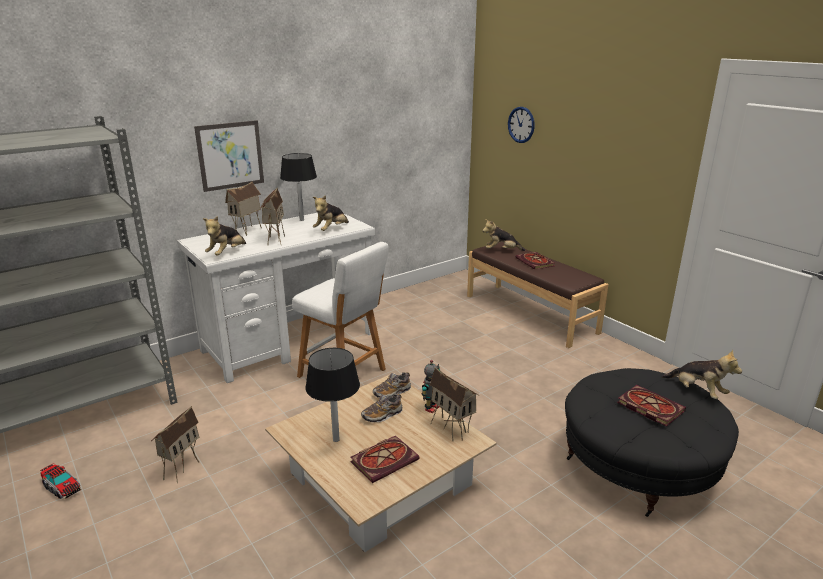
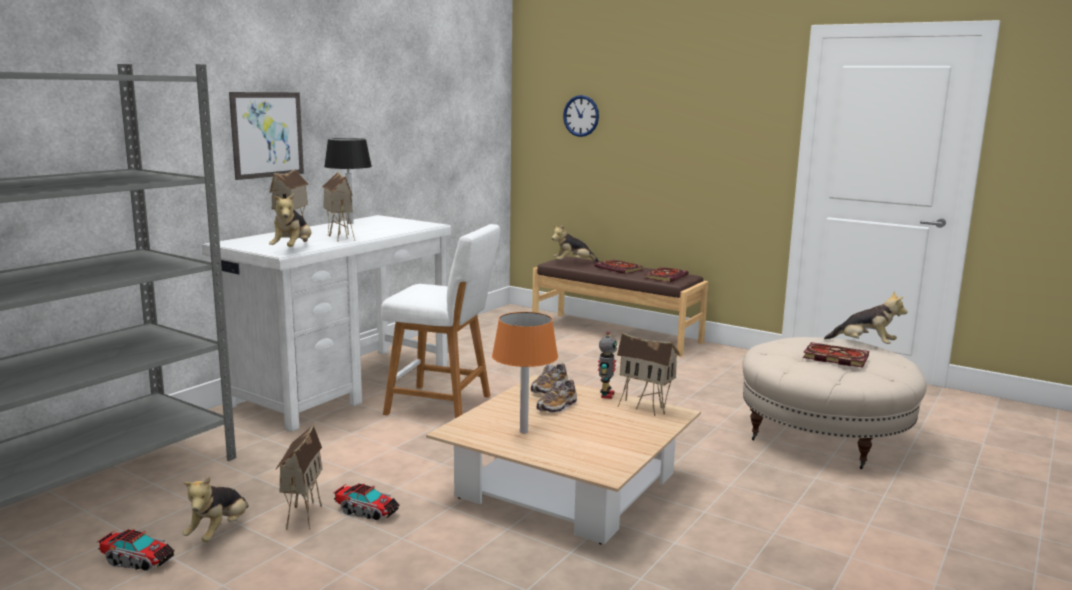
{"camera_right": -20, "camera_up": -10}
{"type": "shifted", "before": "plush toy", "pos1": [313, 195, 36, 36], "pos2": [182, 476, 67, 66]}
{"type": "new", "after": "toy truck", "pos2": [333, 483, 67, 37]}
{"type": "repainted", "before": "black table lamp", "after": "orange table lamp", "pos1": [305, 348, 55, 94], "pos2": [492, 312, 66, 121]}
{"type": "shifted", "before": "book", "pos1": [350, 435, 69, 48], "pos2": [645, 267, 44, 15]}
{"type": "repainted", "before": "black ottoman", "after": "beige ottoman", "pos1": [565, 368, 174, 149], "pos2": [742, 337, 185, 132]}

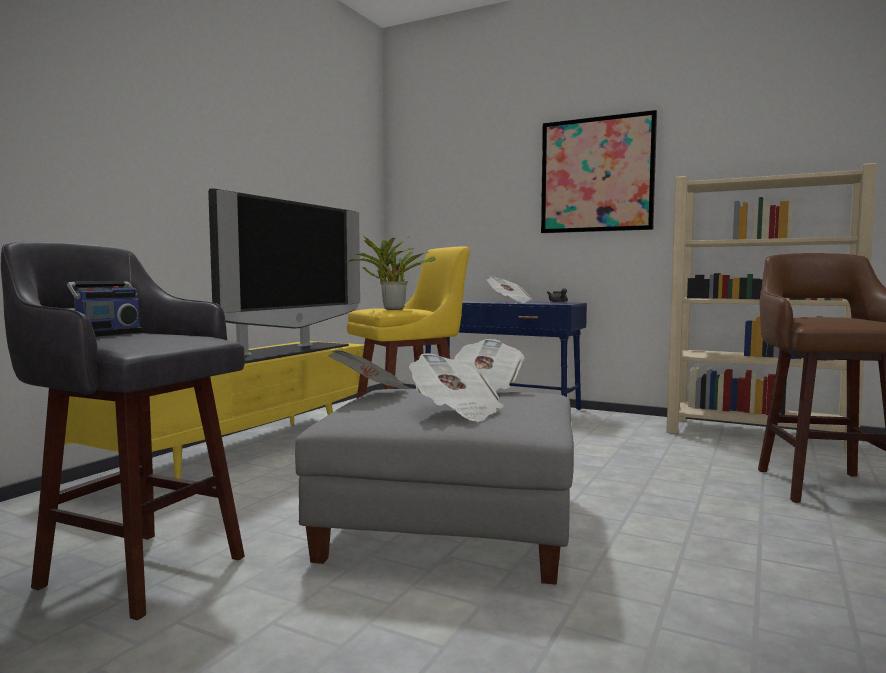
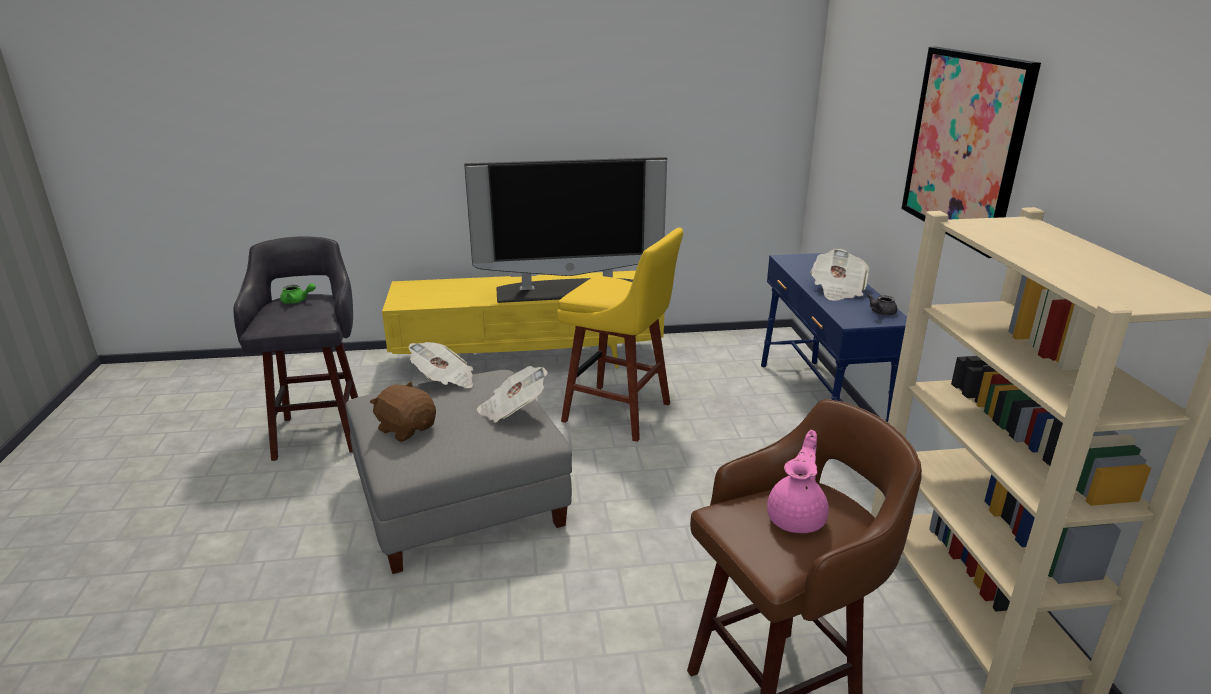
{"camera_right": 55, "camera_up": 20}
{"type": "swapped", "before": "radio", "after": "green teapot", "pos1": [67, 254, 76, 83], "pos2": [280, 283, 36, 21]}
{"type": "swapped", "before": "newspaper", "after": "brown plush toy", "pos1": [409, 353, 95, 69], "pos2": [370, 381, 66, 61]}
{"type": "new", "after": "pink teapot", "pos2": [767, 430, 62, 103]}
{"type": "gone", "before": "potted plant", "pos1": [346, 234, 90, 76]}

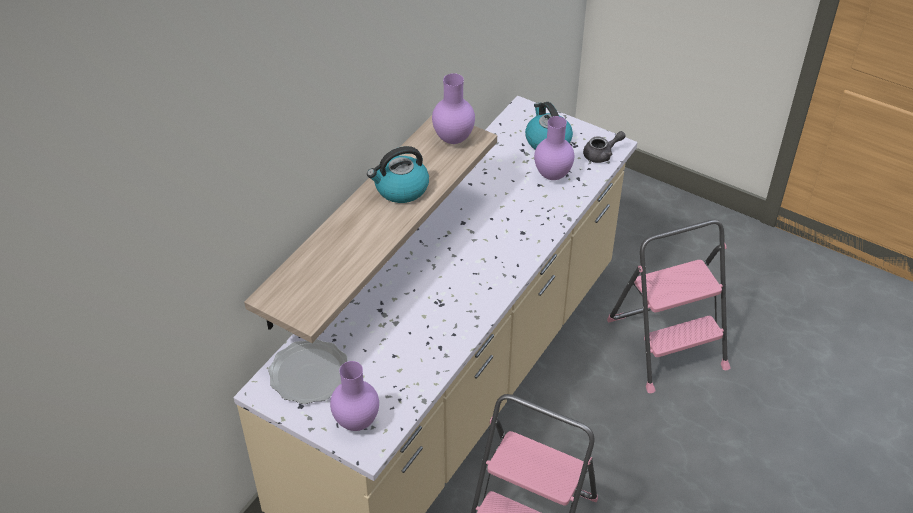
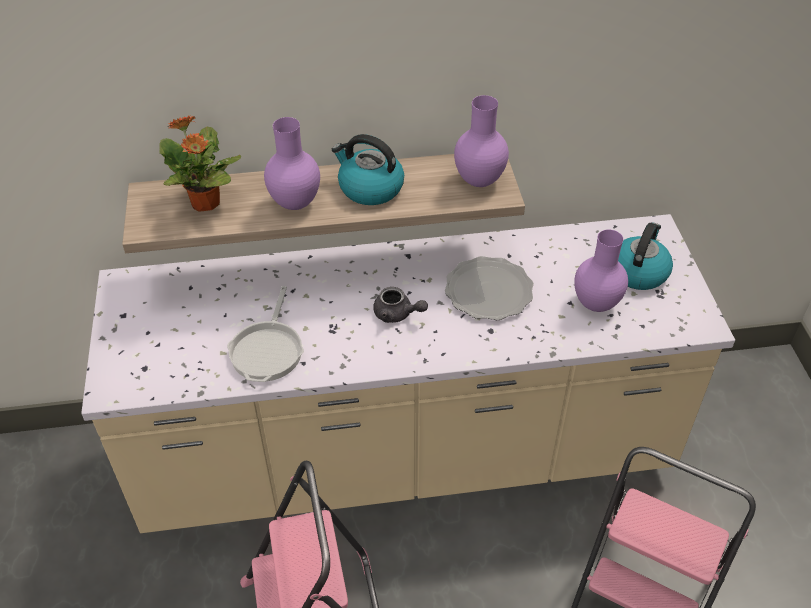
{"camera_right": 50, "camera_up": 0}
{"type": "new", "after": "potted plant", "pos2": [159, 116, 82, 96]}
{"type": "new", "after": "frying pan", "pos2": [227, 286, 77, 96]}
{"type": "shifted", "before": "purple vase", "pos1": [330, 361, 49, 70], "pos2": [264, 117, 56, 93]}
{"type": "shifted", "before": "grey teapot", "pos1": [583, 131, 43, 32], "pos2": [373, 287, 55, 36]}
{"type": "shifted", "before": "plate", "pos1": [268, 339, 80, 65], "pos2": [445, 256, 89, 64]}

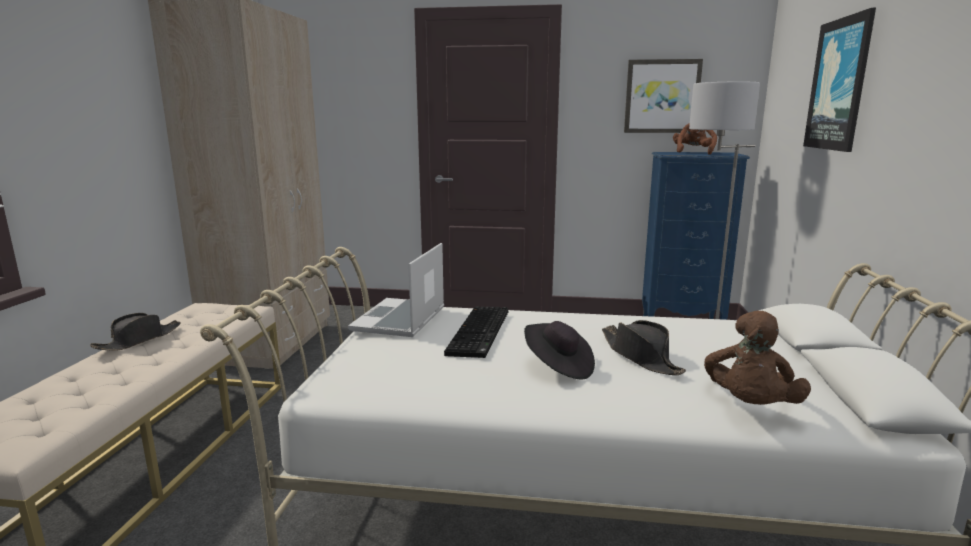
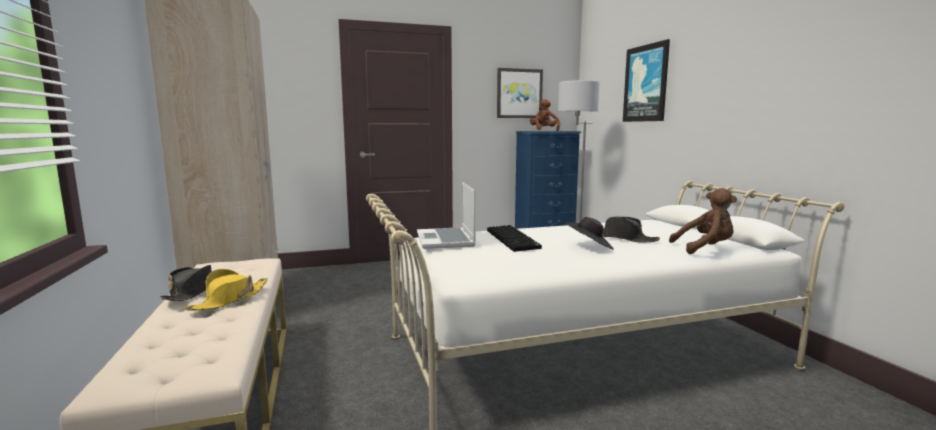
{"camera_right": -25, "camera_up": -5}
{"type": "new", "after": "yellow hat", "pos2": [185, 269, 83, 42]}
{"type": "rotated", "before": "brown plush toy", "pos1": [704, 310, 107, 95], "pos2": [669, 188, 68, 66], "turn": -90}

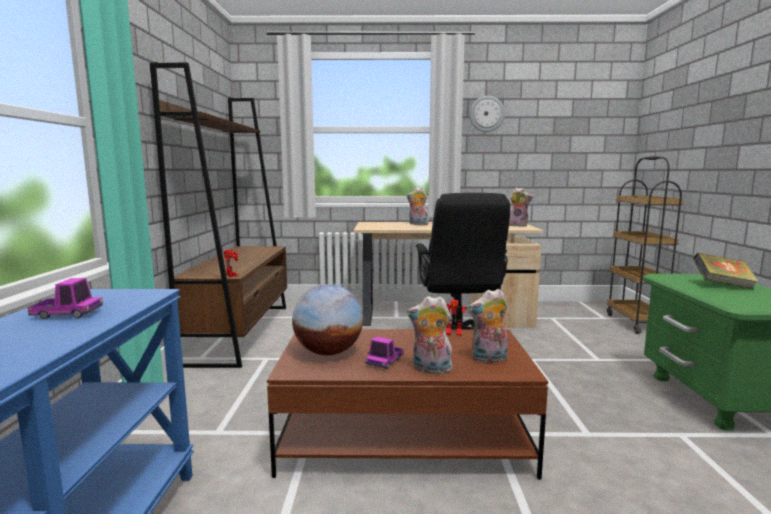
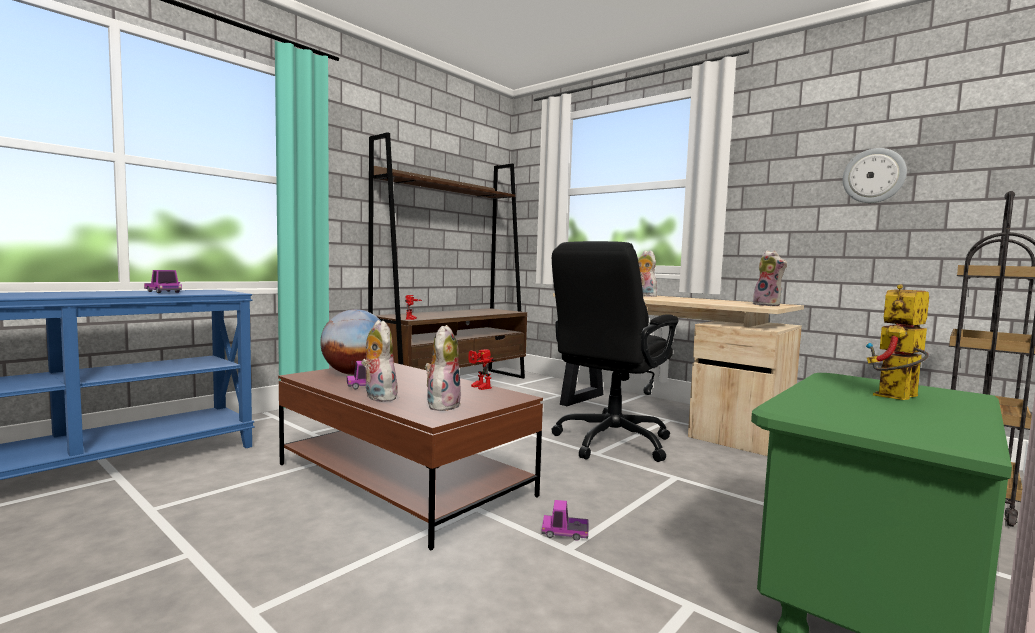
{"camera_right": 40, "camera_up": -5}
{"type": "rotated", "before": "plush toy", "pos1": [468, 289, 40, 74], "pos2": [425, 325, 36, 86], "turn": 75}
{"type": "new", "after": "toy truck", "pos2": [542, 500, 46, 41]}
{"type": "shifted", "before": "wall clock", "pos1": [470, 96, 35, 36], "pos2": [843, 148, 64, 55]}
{"type": "swapped", "before": "book", "after": "toy robot", "pos1": [693, 253, 66, 36], "pos2": [866, 284, 63, 116]}

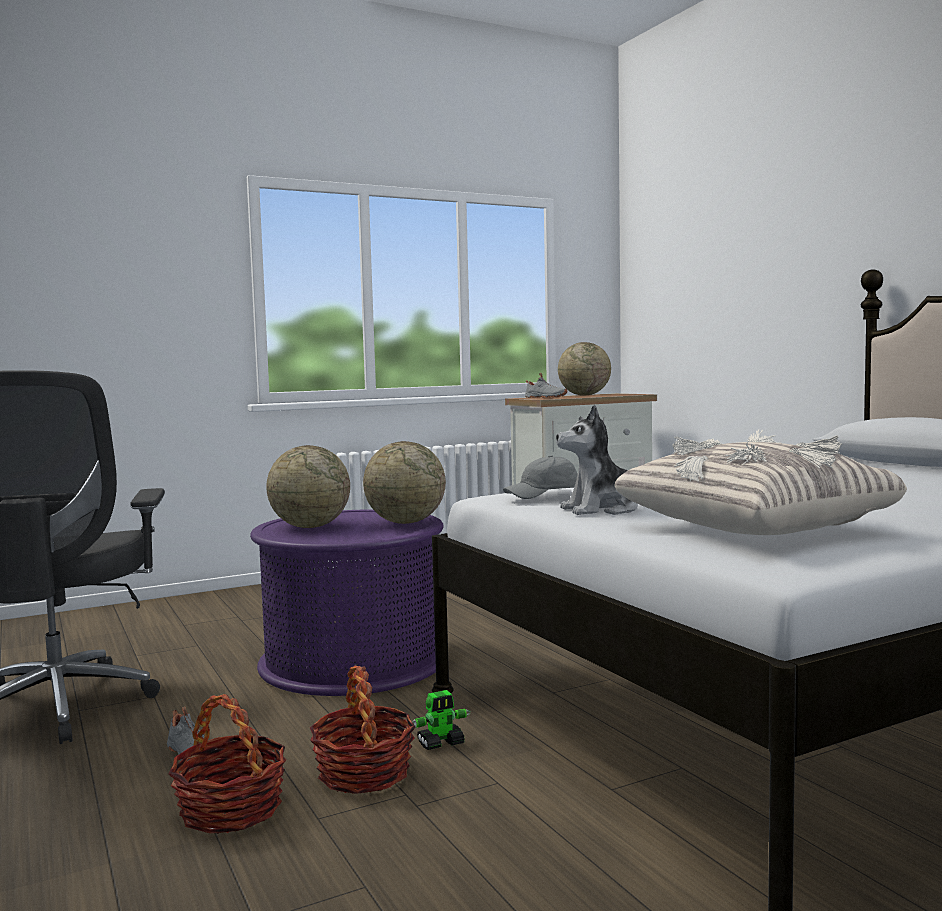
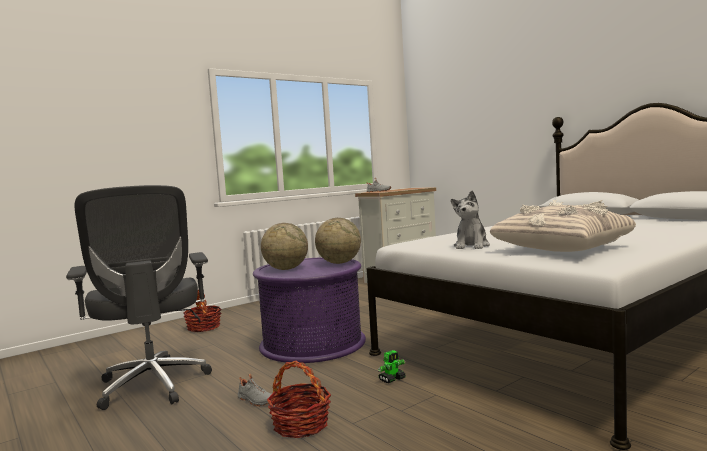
{"camera_right": -10, "camera_up": 0}
{"type": "shifted", "before": "basket", "pos1": [310, 666, 106, 128], "pos2": [183, 290, 39, 42]}
{"type": "rotated", "before": "plush toy", "pos1": [556, 404, 82, 111], "pos2": [451, 191, 39, 58], "turn": -45}
{"type": "gone", "before": "grey cap", "pos1": [503, 455, 74, 44]}
{"type": "gone", "before": "globe", "pos1": [558, 342, 53, 53]}

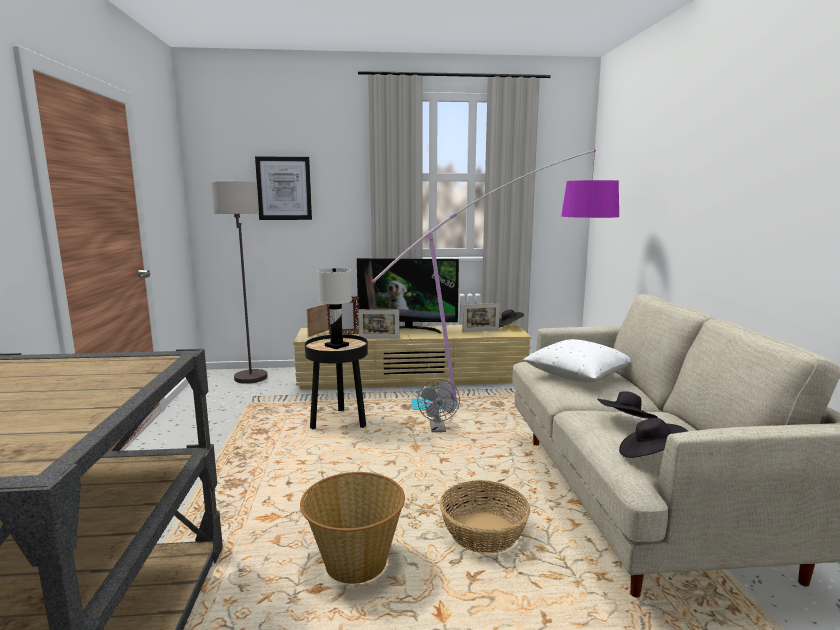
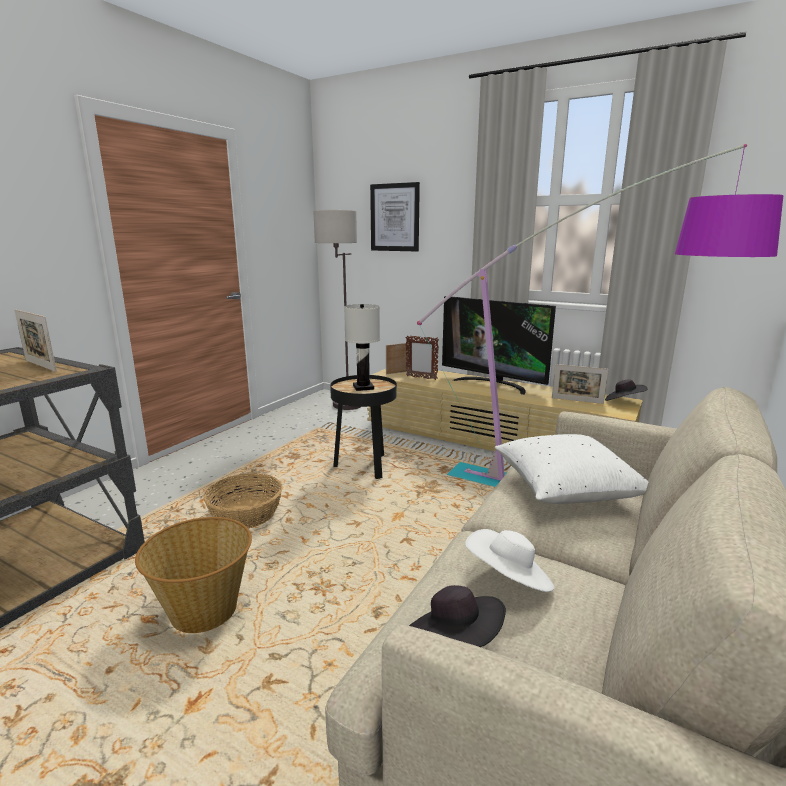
{"camera_right": 35, "camera_up": 5}
{"type": "shifted", "before": "picture frame", "pos1": [358, 310, 42, 29], "pos2": [14, 309, 43, 63]}
{"type": "shifted", "before": "basket", "pos1": [440, 480, 90, 74], "pos2": [203, 473, 79, 56]}
{"type": "repainted", "before": "black hat", "after": "white hat", "pos1": [597, 392, 61, 27], "pos2": [465, 529, 89, 63]}
{"type": "gone", "before": "grey fan", "pos1": [418, 379, 42, 53]}

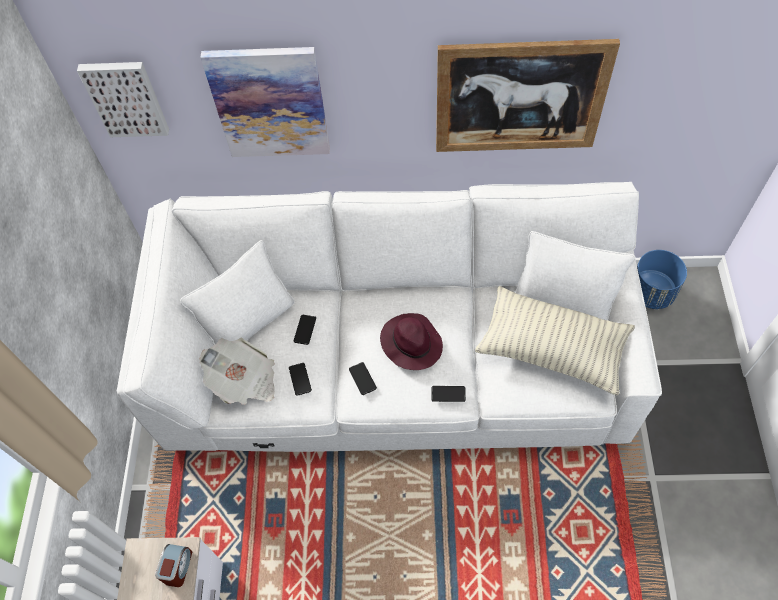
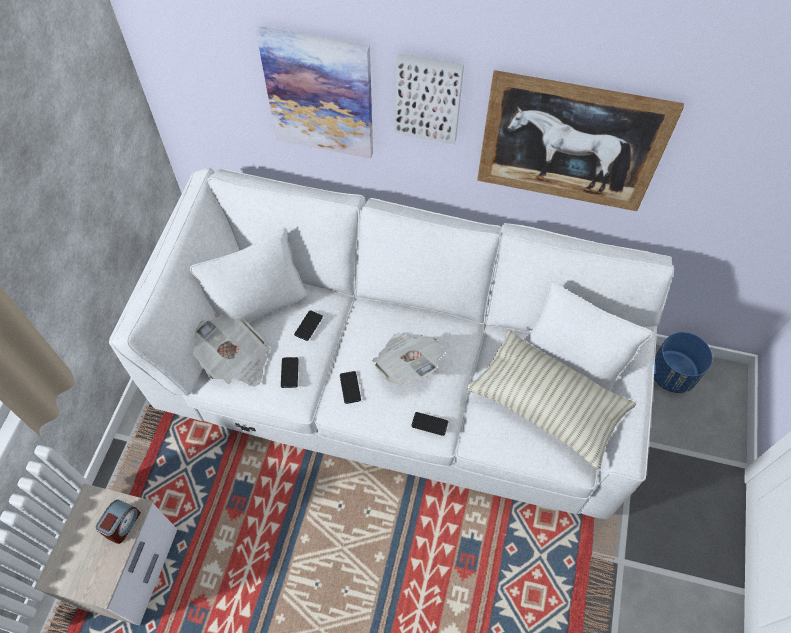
{"camera_right": 10, "camera_up": 0}
{"type": "swapped", "before": "purple hat", "after": "newspaper", "pos1": [380, 313, 63, 57], "pos2": [372, 333, 73, 51]}
{"type": "shifted", "before": "picture", "pos1": [77, 62, 92, 75], "pos2": [395, 53, 69, 91]}

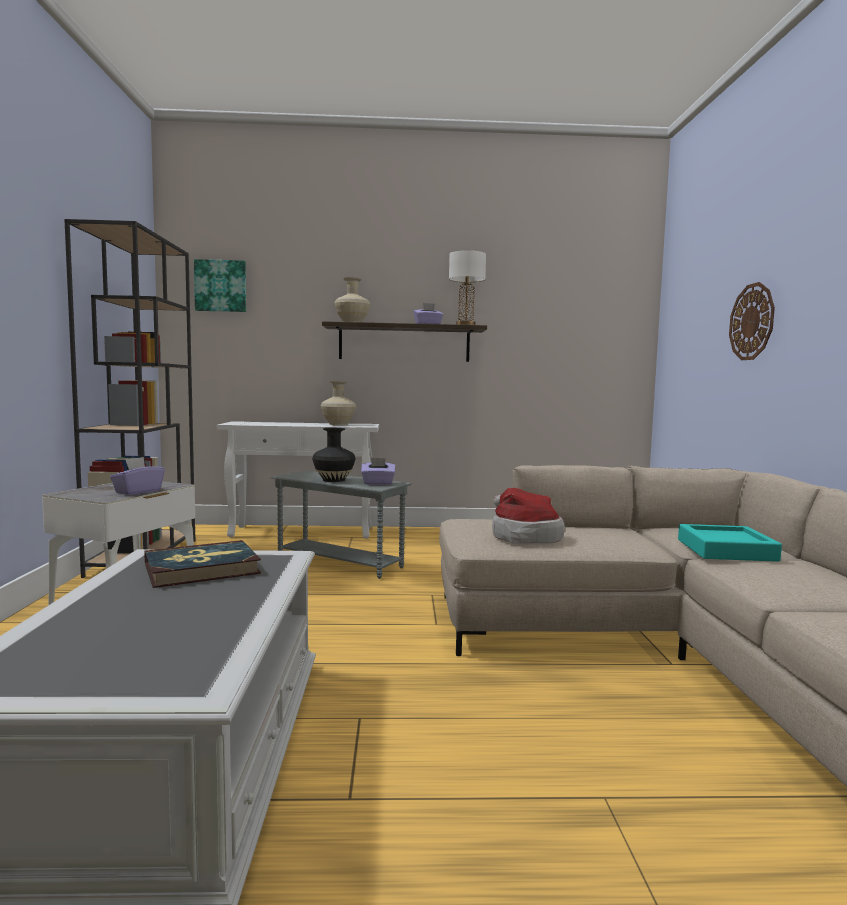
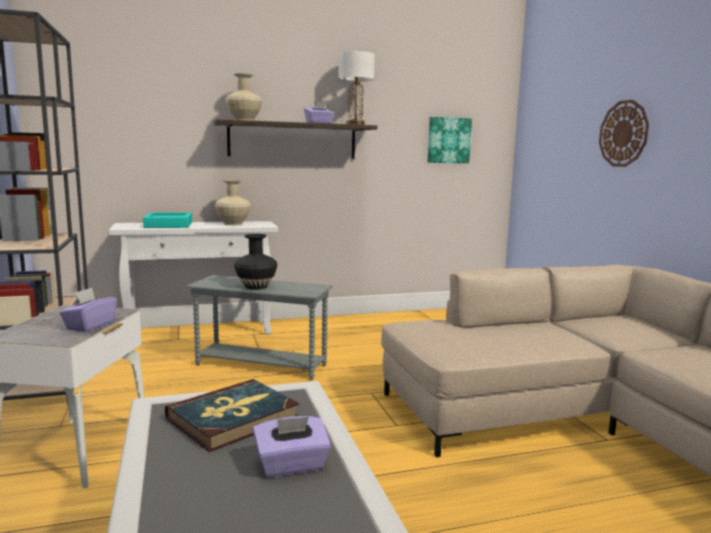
{"camera_right": -15, "camera_up": 5}
{"type": "shifted", "before": "turquoise tray", "pos1": [678, 524, 104, 38], "pos2": [143, 213, 49, 15]}
{"type": "shifted", "before": "purple tissue box", "pos1": [361, 458, 34, 27], "pos2": [253, 416, 78, 61]}
{"type": "shifted", "before": "picture", "pos1": [194, 259, 52, 53], "pos2": [428, 117, 44, 46]}
{"type": "gone", "before": "hat", "pos1": [492, 488, 73, 55]}

